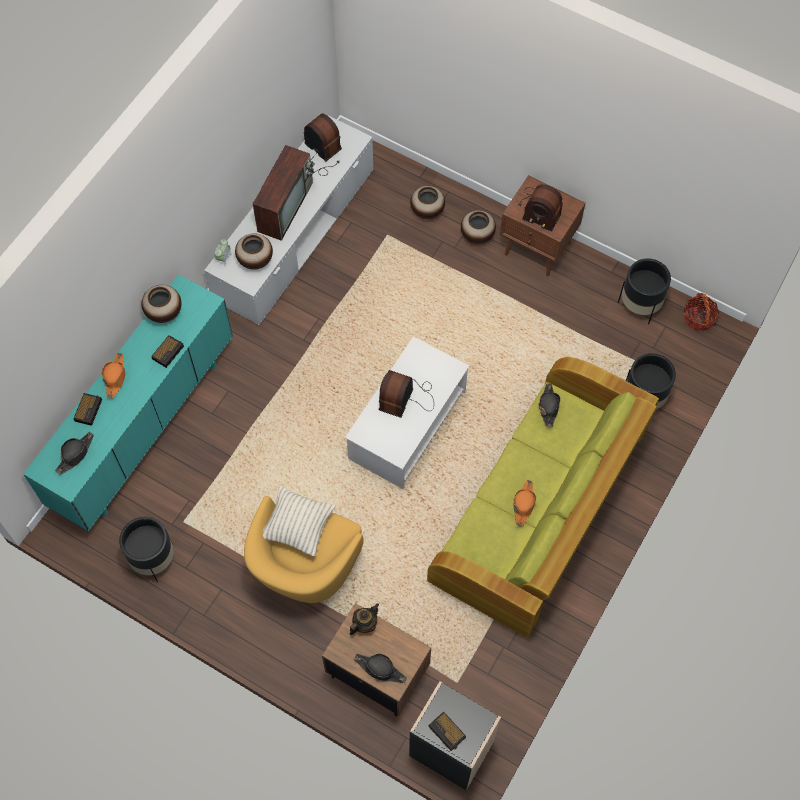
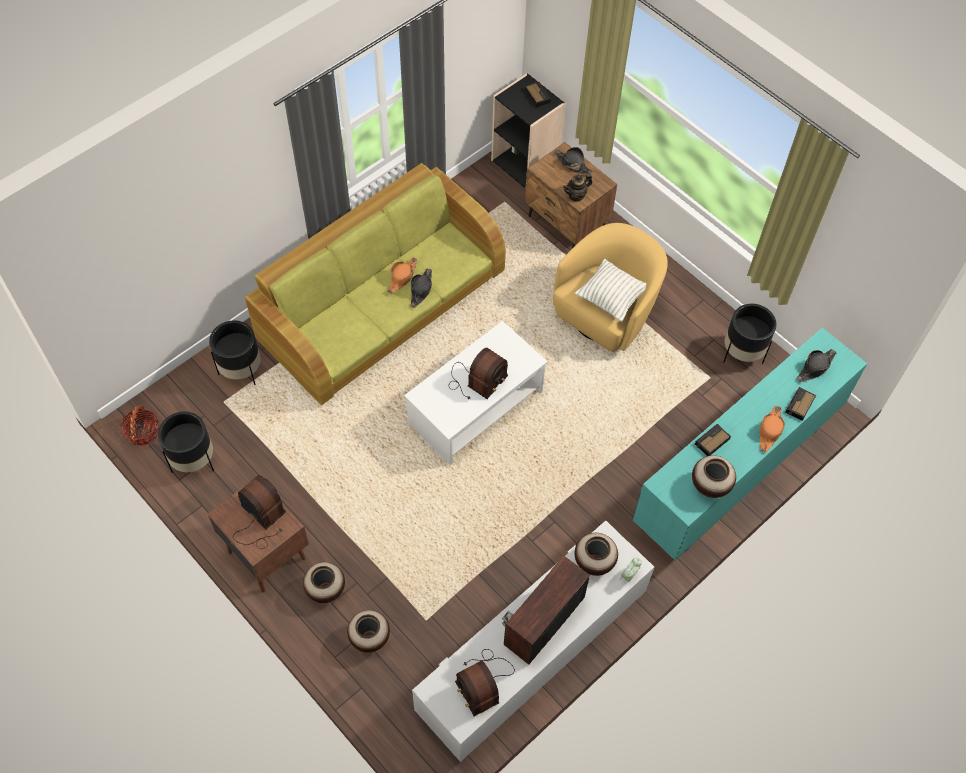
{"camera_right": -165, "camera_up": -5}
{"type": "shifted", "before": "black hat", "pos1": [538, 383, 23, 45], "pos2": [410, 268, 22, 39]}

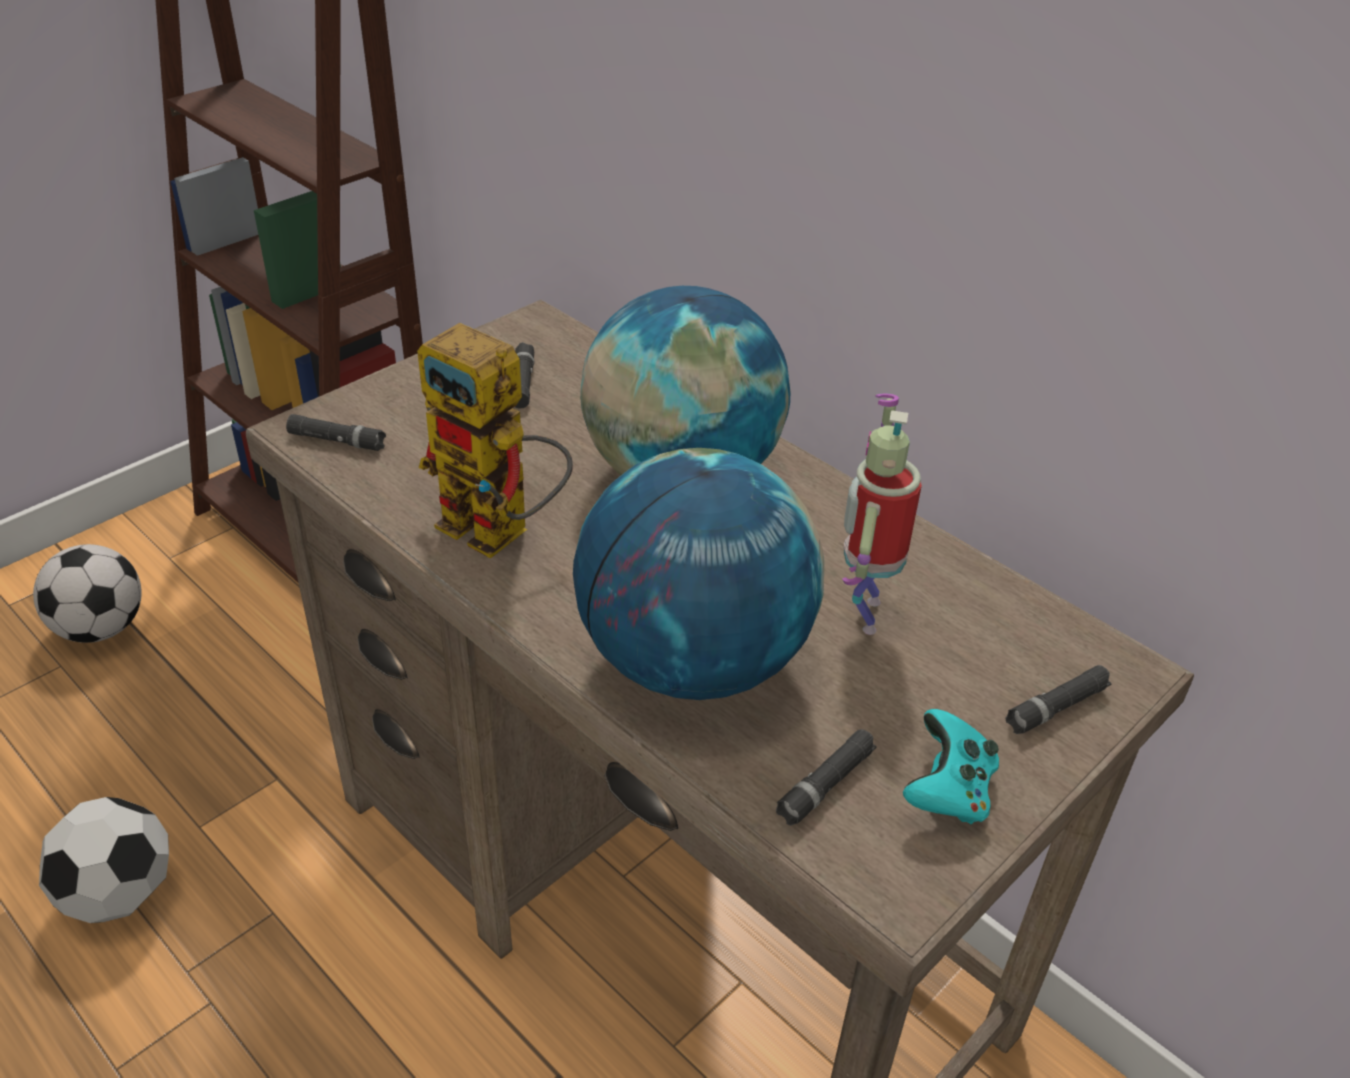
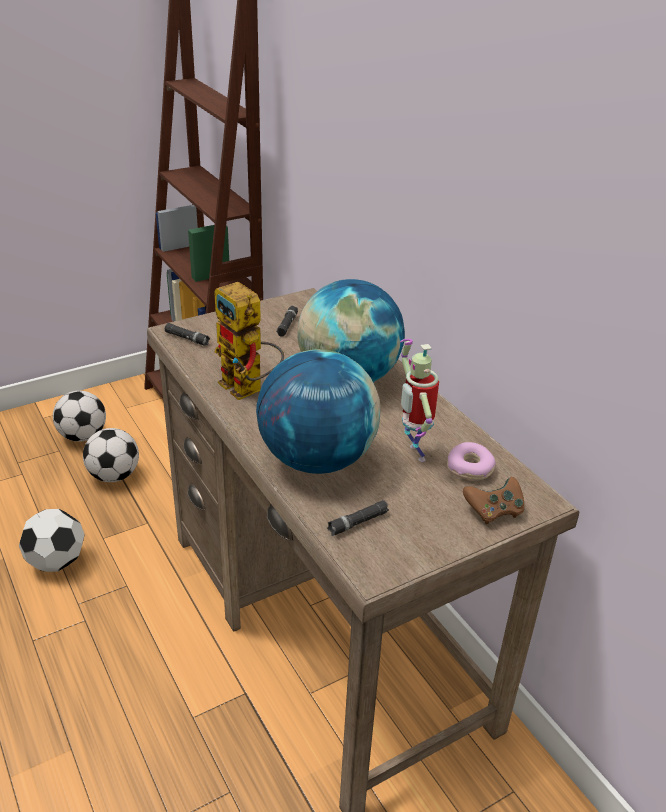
{"camera_right": 15, "camera_up": -5}
{"type": "new", "after": "football", "pos2": [83, 428, 56, 54]}
{"type": "rotated", "before": "toy robot", "pos1": [842, 394, 80, 241], "pos2": [400, 339, 39, 123], "turn": -45}
{"type": "new", "after": "donut", "pos2": [447, 442, 49, 38]}
{"type": "swapped", "before": "black flashlight", "after": "brown game controller", "pos1": [1005, 665, 107, 69], "pos2": [463, 477, 61, 47]}
{"type": "gone", "before": "turquoise game controller", "pos1": [903, 709, 96, 115]}

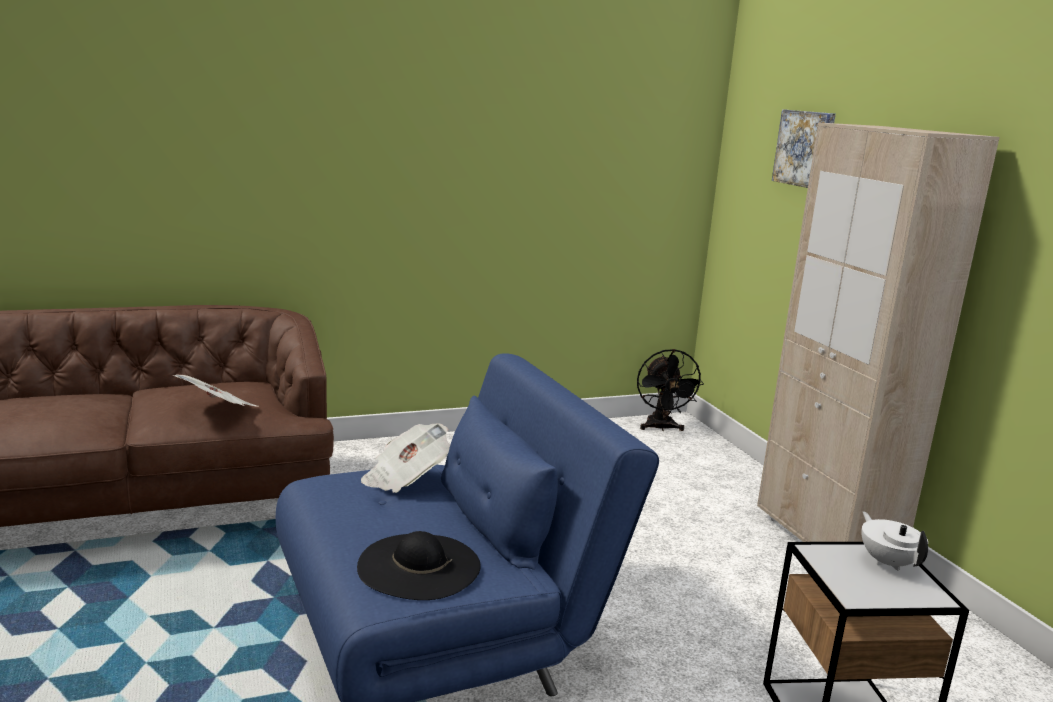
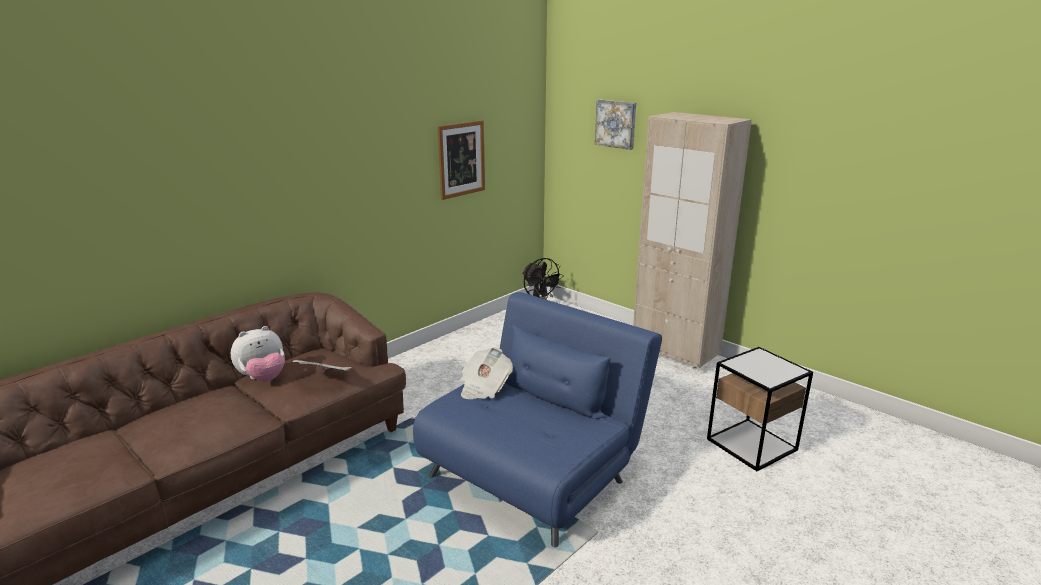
{"camera_right": -25, "camera_up": 5}
{"type": "new", "after": "plush toy", "pos2": [231, 326, 54, 56]}
{"type": "new", "after": "picture", "pos2": [438, 120, 47, 80]}
{"type": "gone", "before": "black hat", "pos1": [357, 531, 124, 69]}
{"type": "gone", "before": "white teapot", "pos1": [861, 511, 67, 60]}

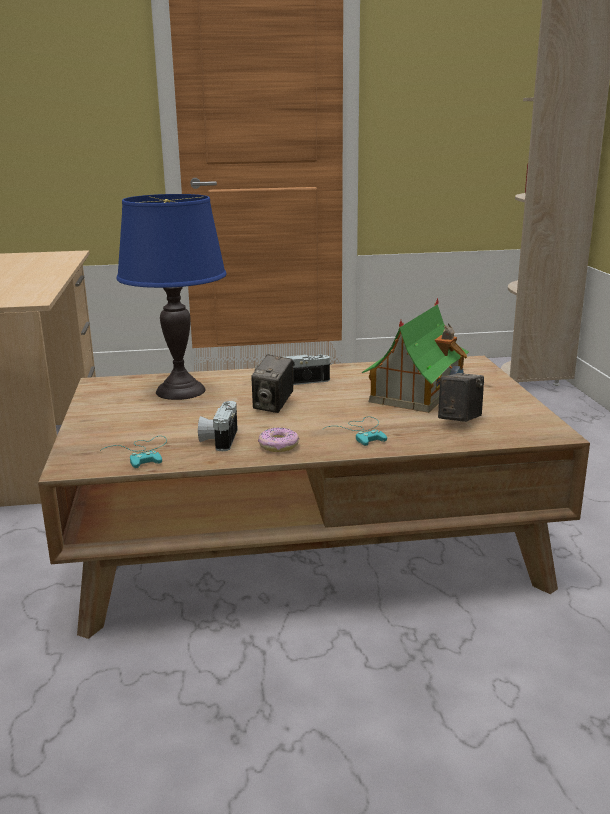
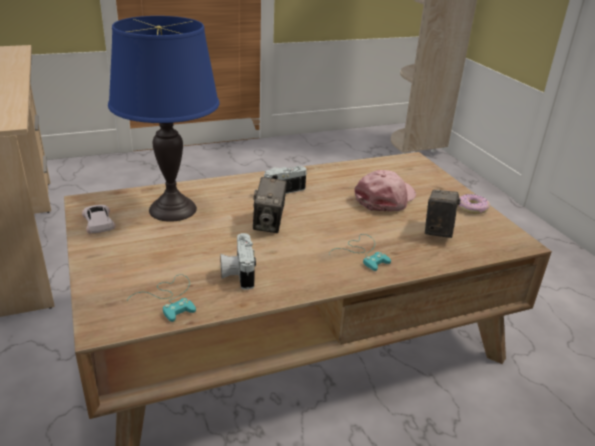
{"camera_right": -15, "camera_up": 10}
{"type": "new", "after": "white toy car", "pos2": [82, 205, 34, 29]}
{"type": "swapped", "before": "toy house", "after": "pink cap", "pos1": [362, 298, 107, 115], "pos2": [354, 170, 62, 41]}
{"type": "shifted", "before": "donut", "pos1": [258, 428, 41, 24], "pos2": [459, 194, 31, 20]}

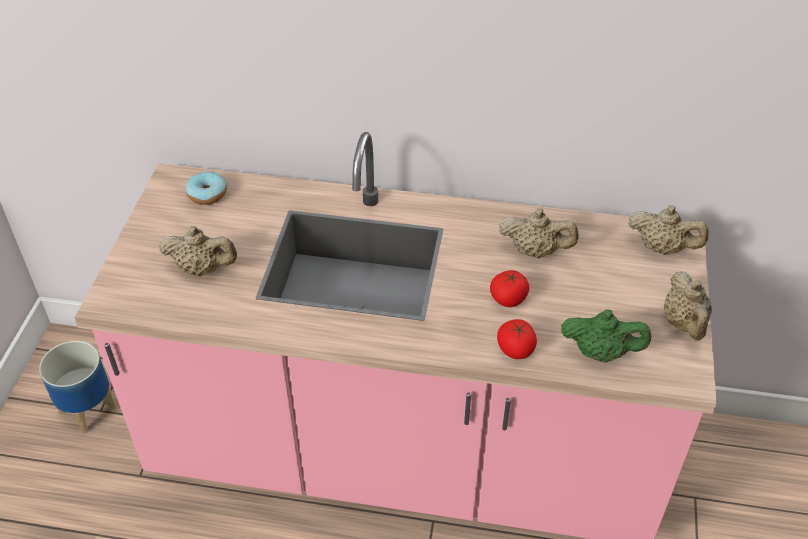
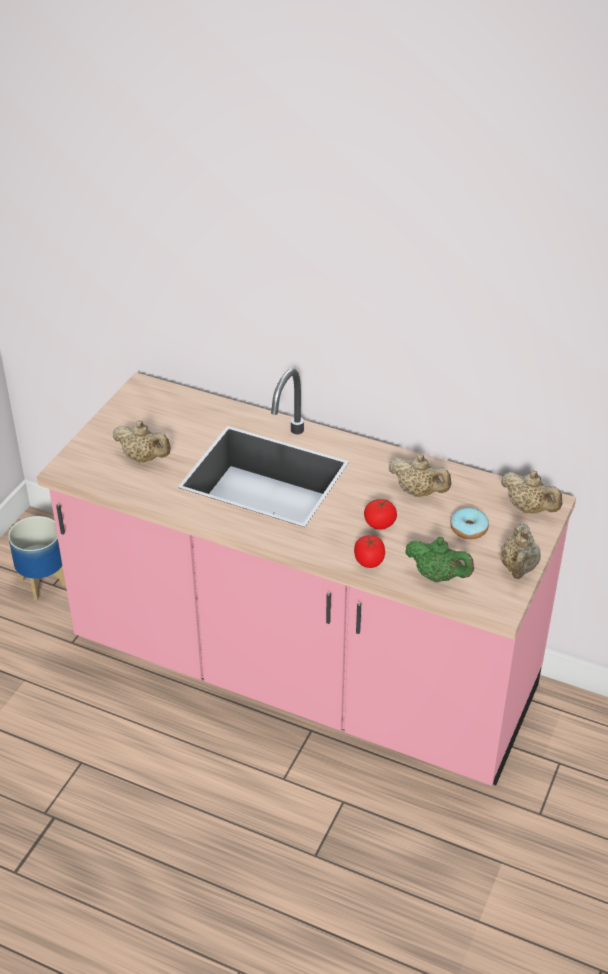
{"camera_right": 15, "camera_up": -5}
{"type": "shifted", "before": "donut", "pos1": [186, 172, 41, 33], "pos2": [450, 508, 39, 31]}

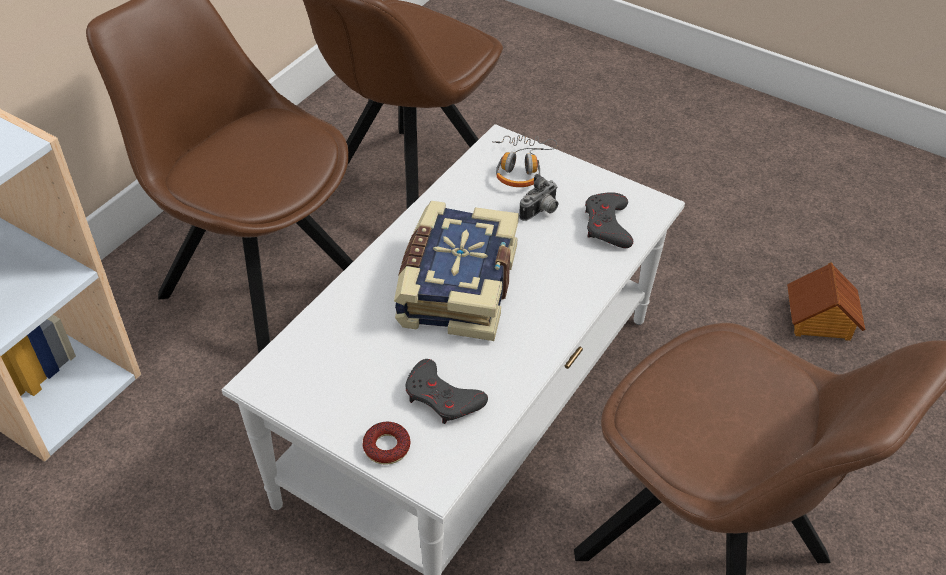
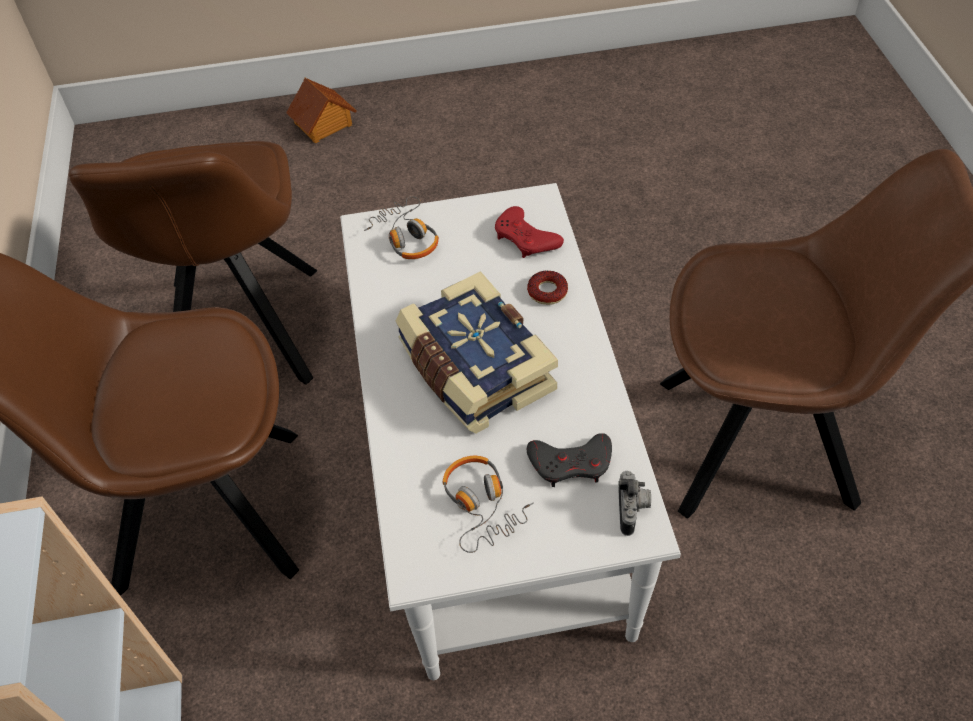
{"camera_right": -40, "camera_up": 5}
{"type": "shifted", "before": "toy house", "pos1": [787, 262, 78, 79], "pos2": [286, 78, 71, 65]}
{"type": "new", "after": "headphones", "pos2": [443, 456, 91, 97]}
{"type": "repainted", "before": "grey game controller", "after": "red game controller", "pos1": [585, 192, 48, 56], "pos2": [495, 206, 69, 52]}
{"type": "shifted", "before": "donut", "pos1": [362, 421, 49, 44], "pos2": [527, 271, 41, 34]}
{"type": "shifted", "before": "photo camera", "pos1": [519, 174, 39, 47], "pos2": [618, 471, 33, 65]}

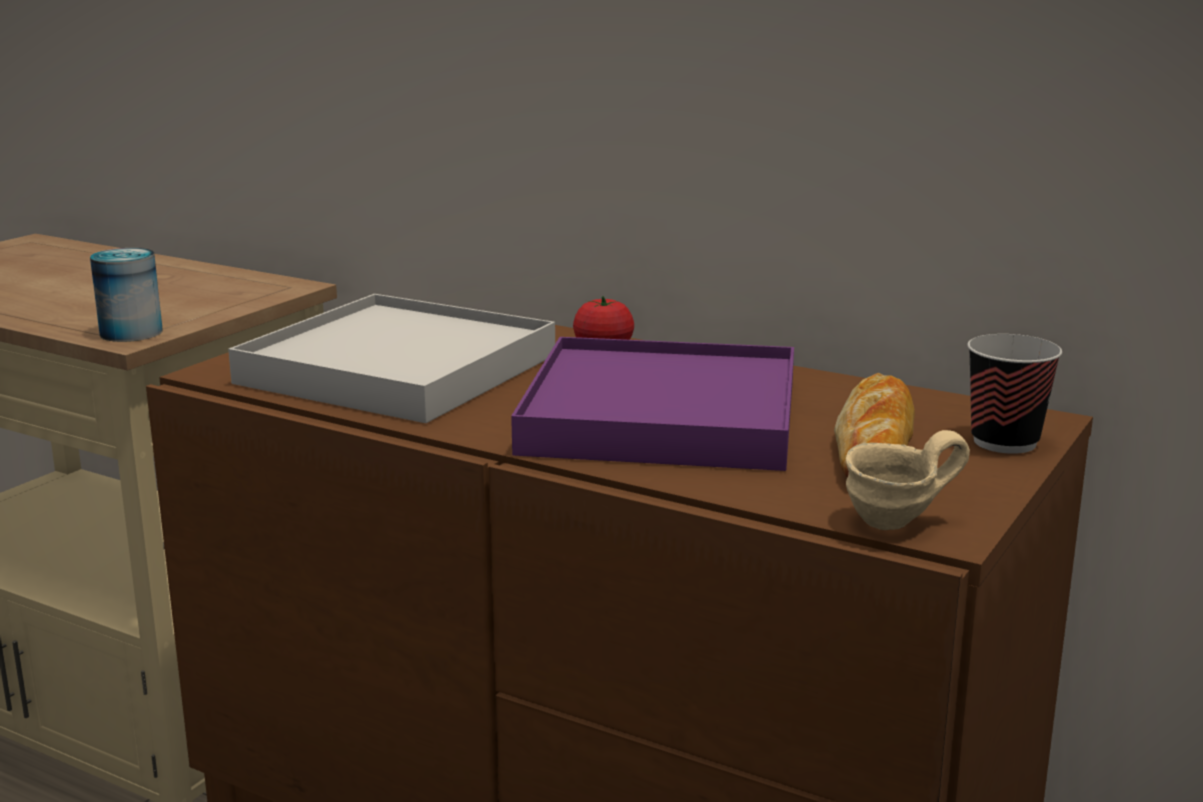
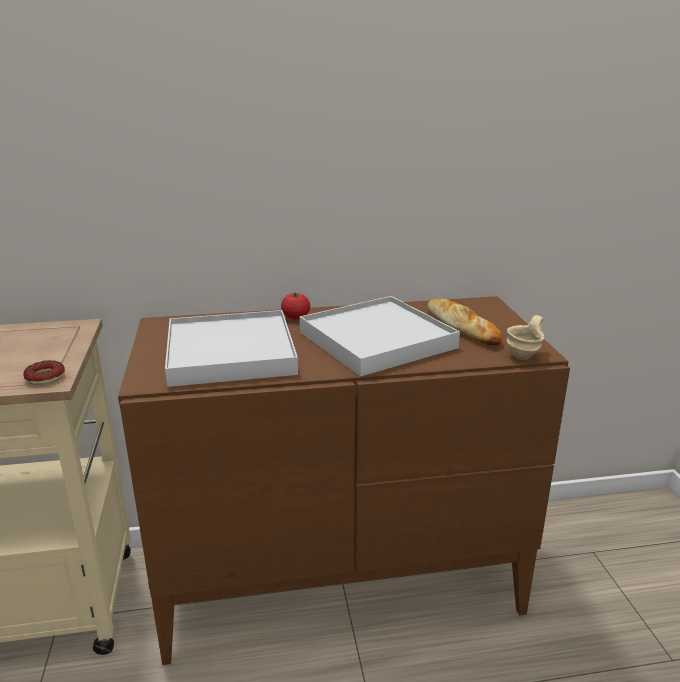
{"camera_right": -40, "camera_up": 5}
{"type": "swapped", "before": "can", "after": "donut", "pos1": [90, 248, 73, 94], "pos2": [23, 360, 42, 25]}
{"type": "repainted", "before": "purple tray", "after": "white tray", "pos1": [511, 337, 283, 134], "pos2": [300, 296, 160, 80]}
{"type": "gone", "before": "cup", "pos1": [967, 334, 95, 120]}

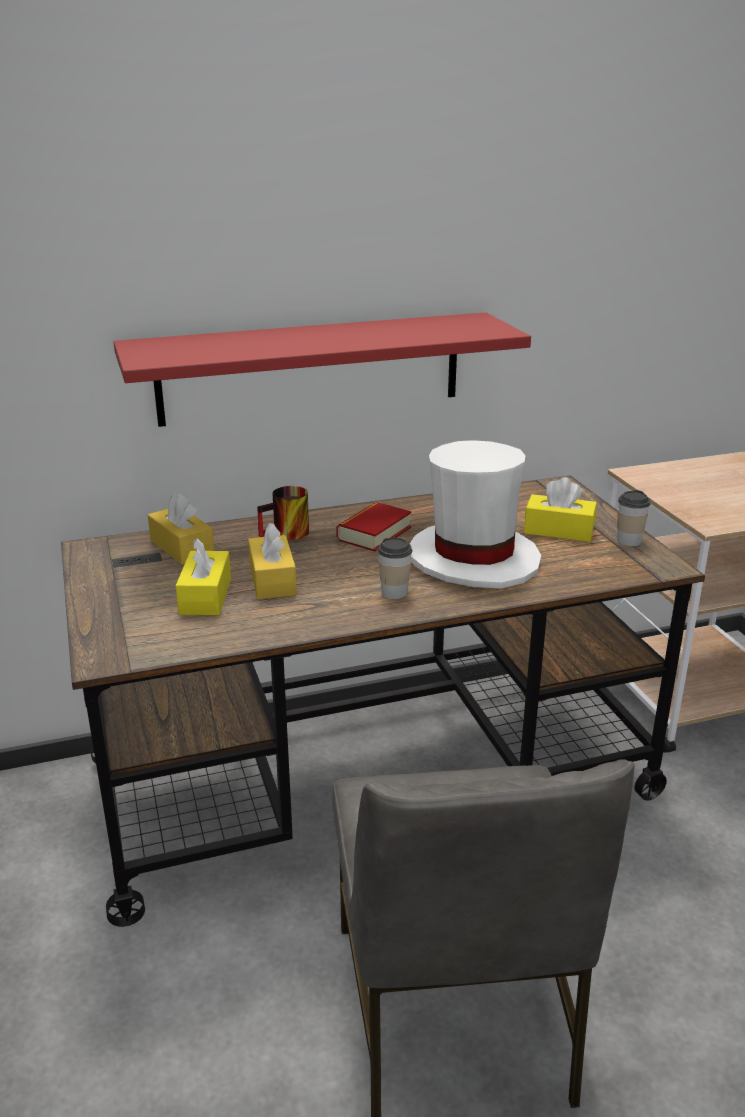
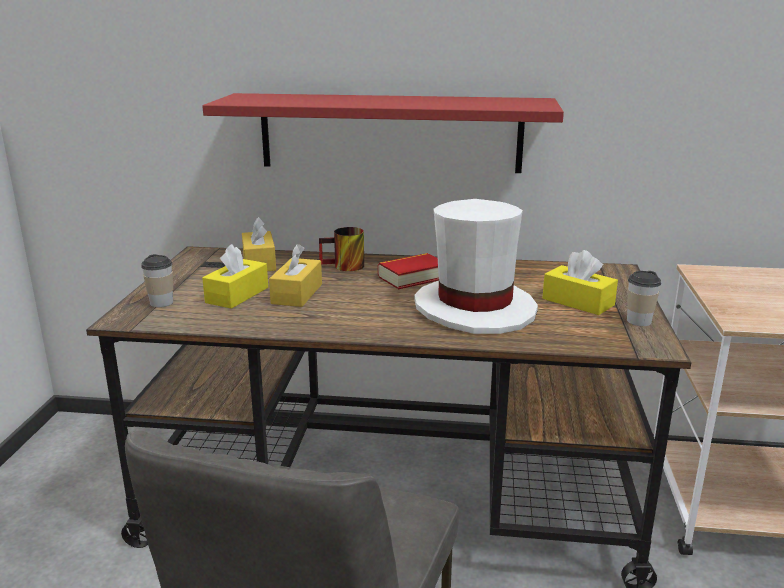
{"camera_right": 25, "camera_up": -5}
{"type": "shifted", "before": "cup", "pos1": [377, 538, 35, 61], "pos2": [141, 254, 32, 53]}

